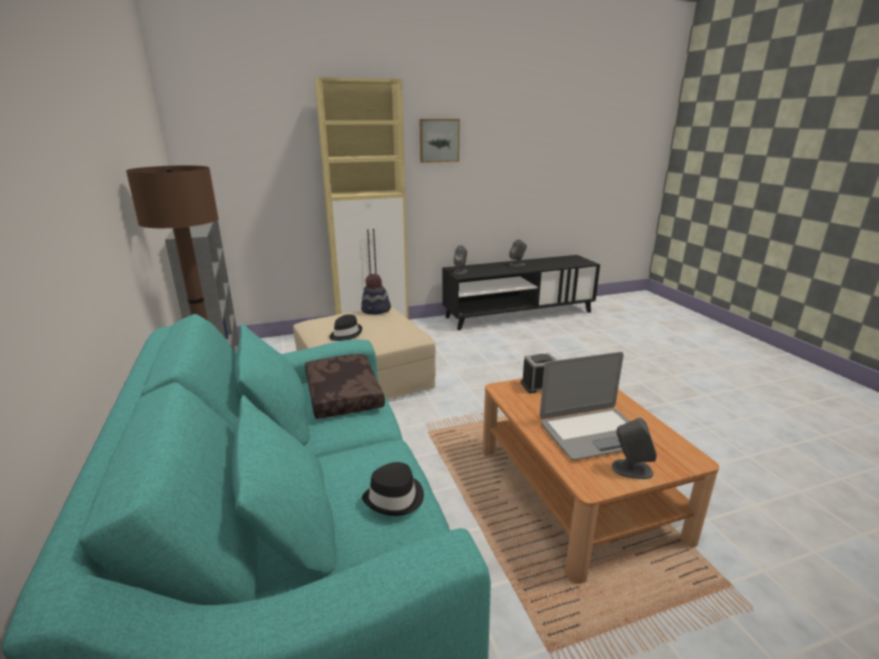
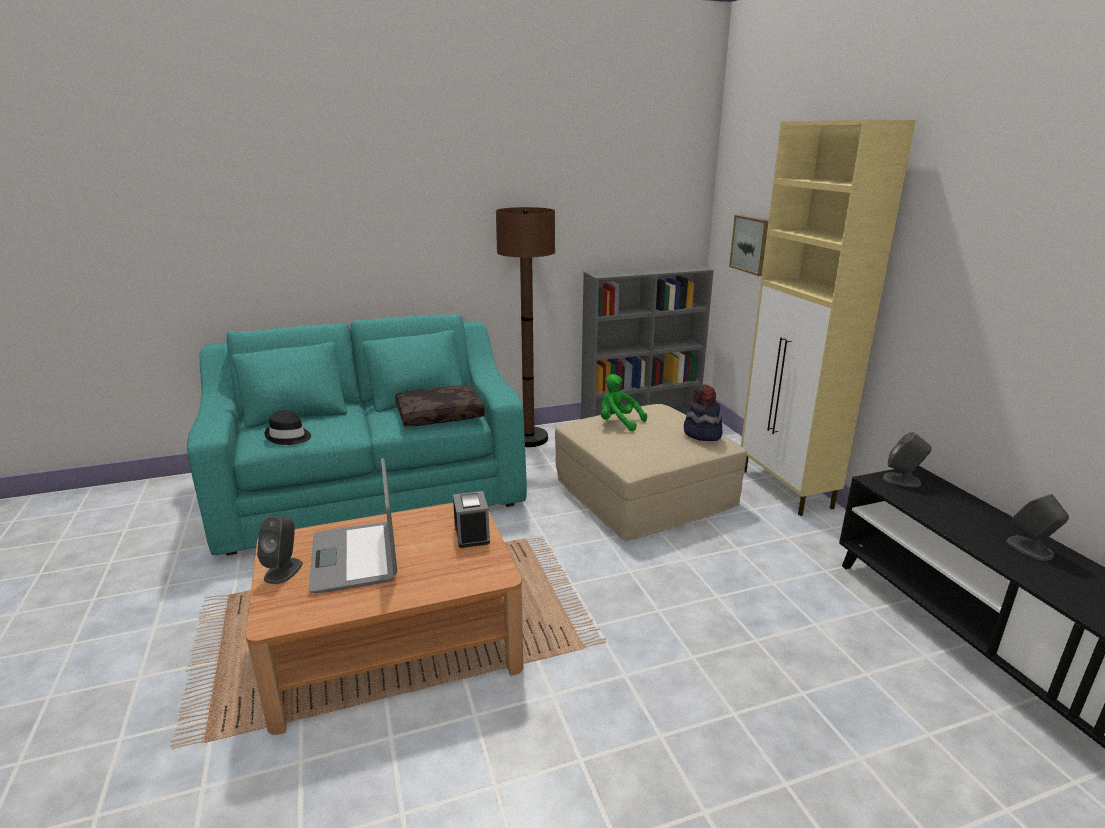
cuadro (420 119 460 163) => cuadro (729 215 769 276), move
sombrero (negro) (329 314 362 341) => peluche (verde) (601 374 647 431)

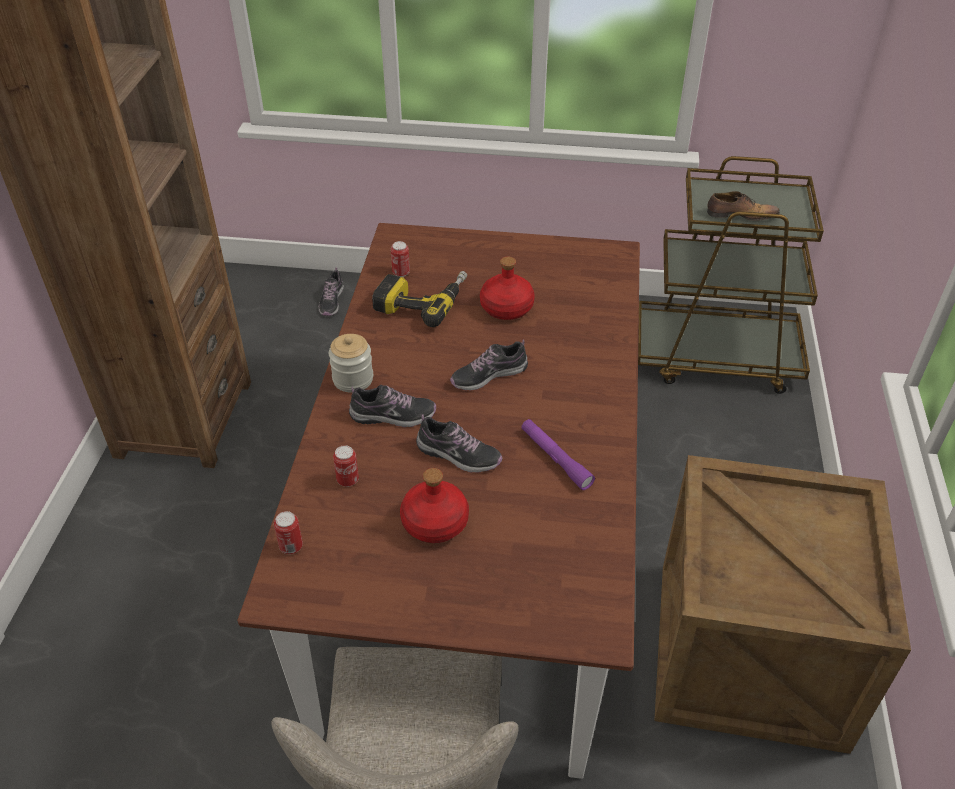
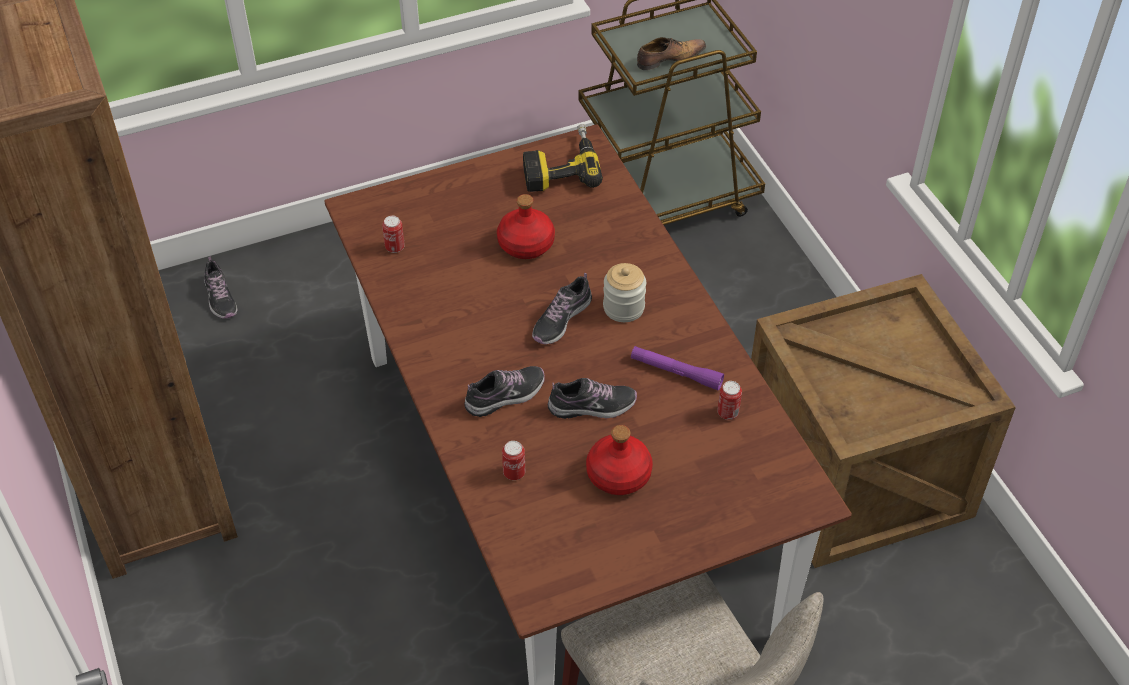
lata (274 511 303 554) => lata (717 381 742 420), move
tarro (329 334 373 393) => tarro (603 263 646 322), move
taladro (372 271 467 327) => taladro (523 124 603 192), move

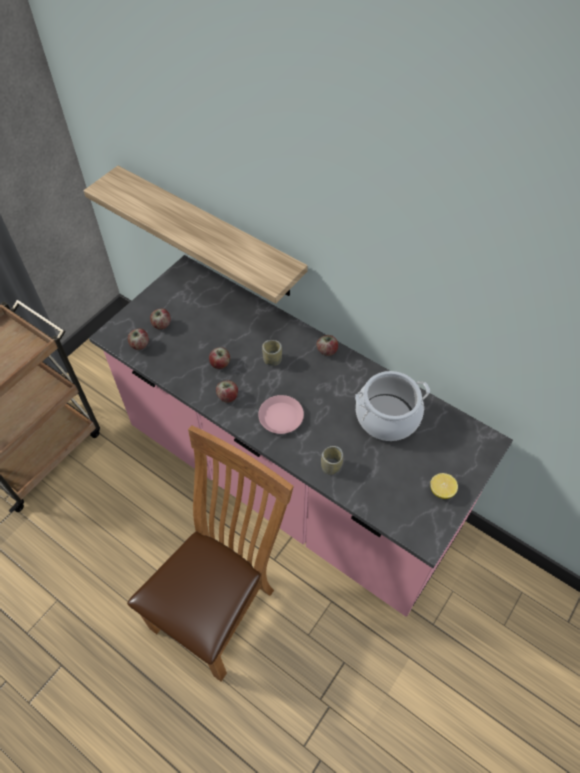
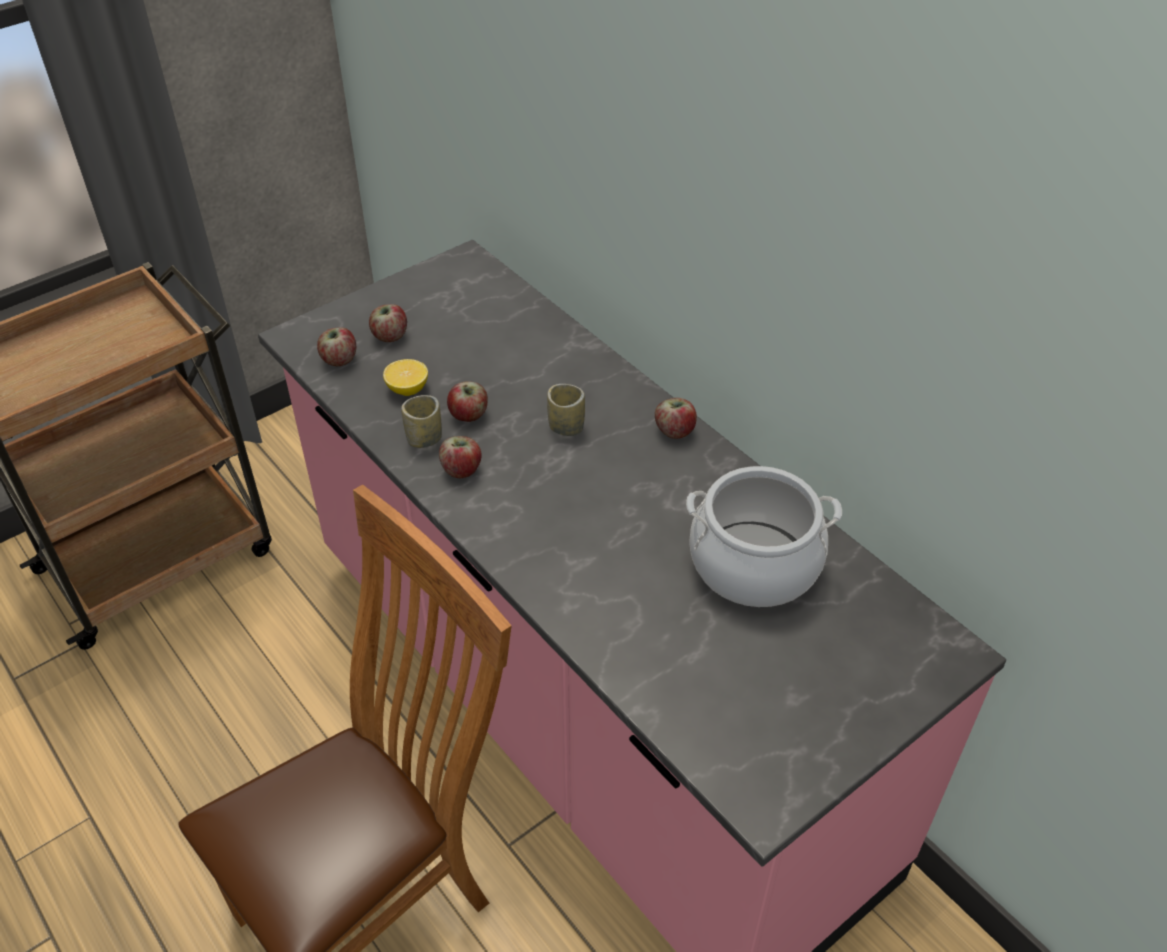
estante (84 166 308 304) => nothing
plato (rosa) (258 395 304 434) => nothing
taza (321 446 343 475) => taza (401 395 442 448), move
limón (430 473 458 499) => limón (383 359 428 396), move

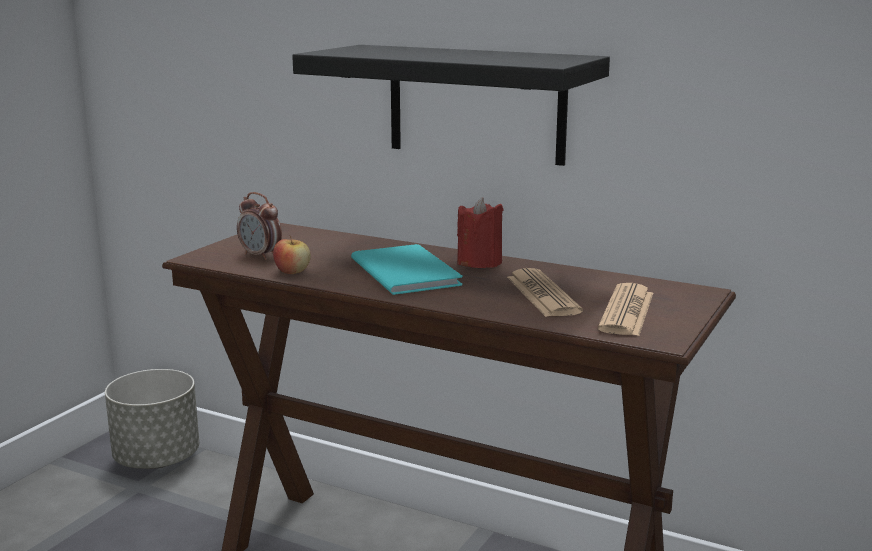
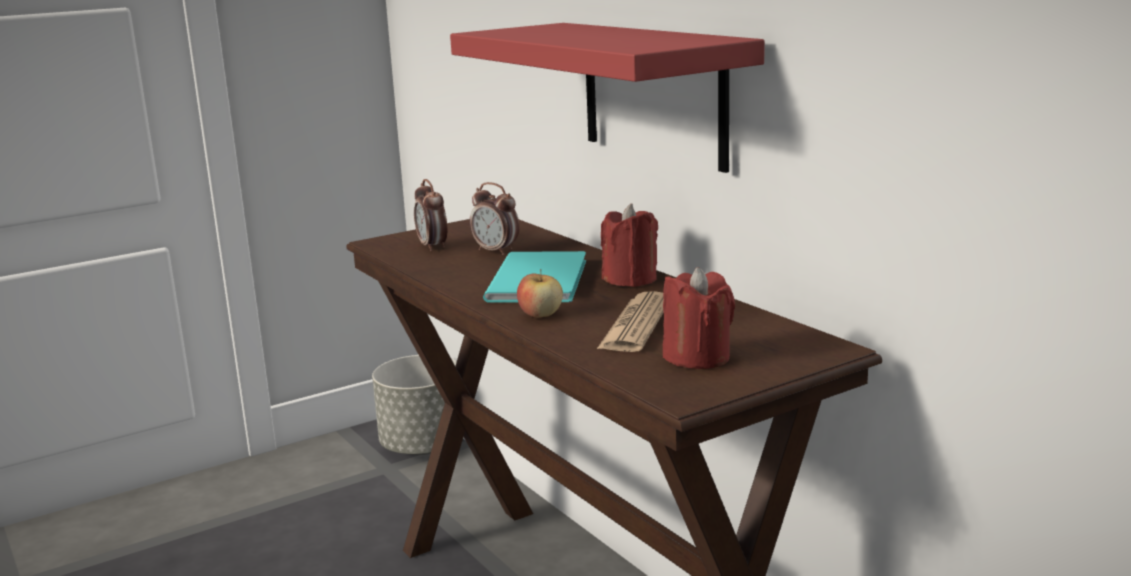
nothing => despertador (470 182 520 255)
manzana (273 235 311 274) => manzana (517 269 563 318), move
periódico (598 283 653 336) => vela (rojo) (663 267 735 369)
estante (negro) (292 45 610 166) => estante (rojo) (450 23 765 173)

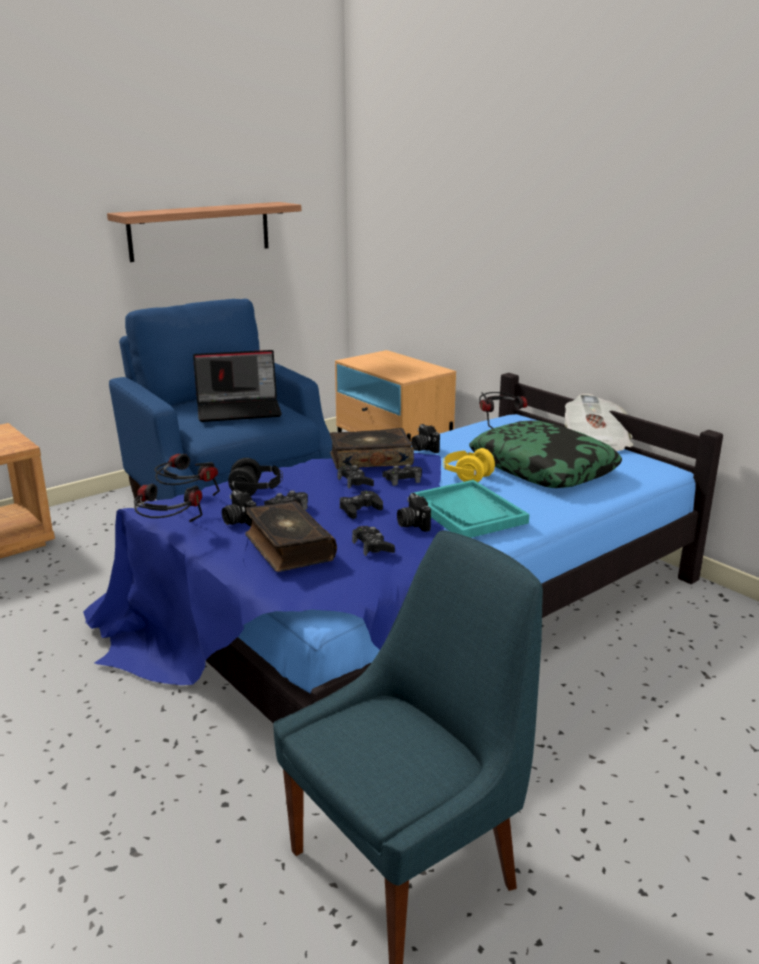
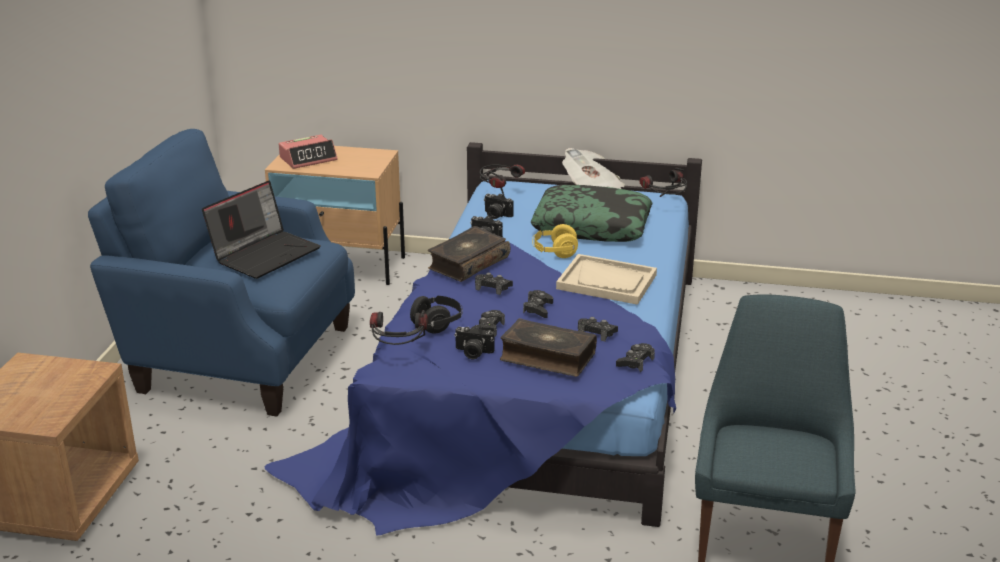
estante (107 202 302 262) => nothing
nothing => despertador (279 135 338 169)
auriculares (134 484 202 522) => auriculares (639 167 687 197), move
mando de consola (negro) (382 464 422 486) => mando de consola (negro) (616 343 655 372), move
cámara (397 493 431 532) => cámara (484 193 514 219), move
bandeja (turquesa) (410 480 529 538) => bandeja (beis) (556 254 657 305)

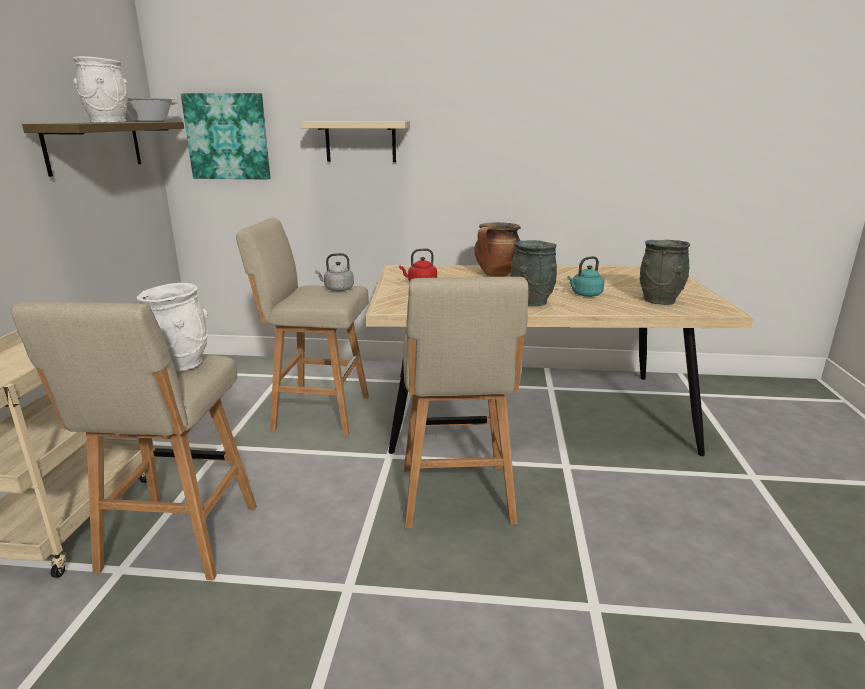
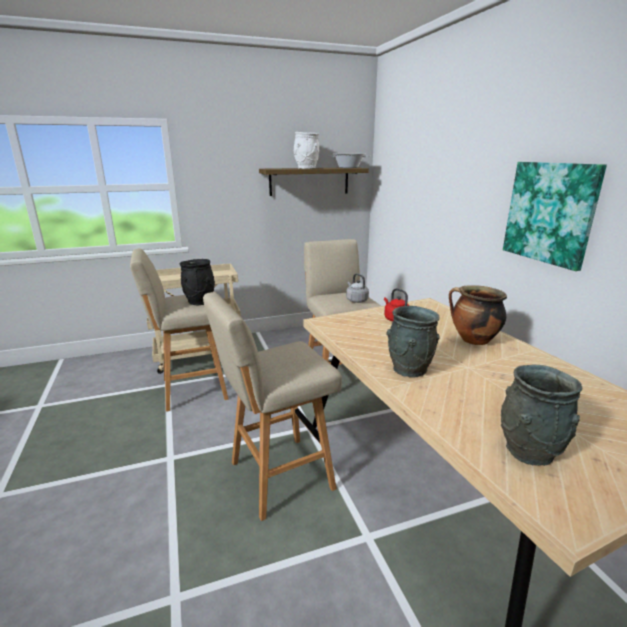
estante (beis) (301 121 410 162) => nothing
hervidor (turquesa) (567 256 604 297) => nothing
cuadro (181 93 270 180) => cuadro (503 162 607 271), move
florero (blanco) (137 283 208 372) => florero (negro) (180 259 215 306)

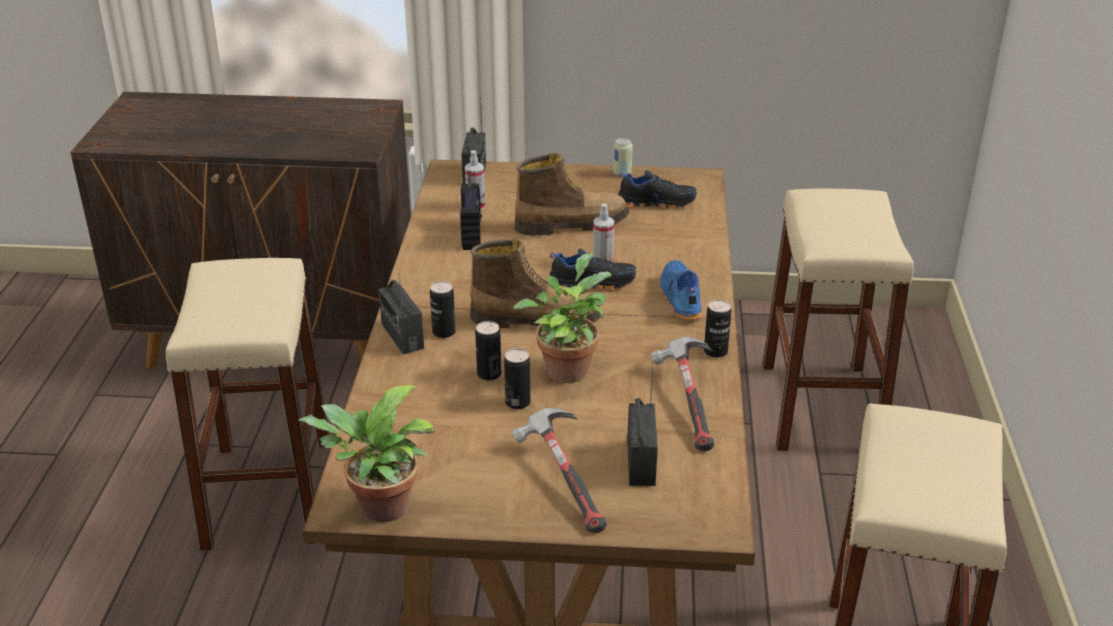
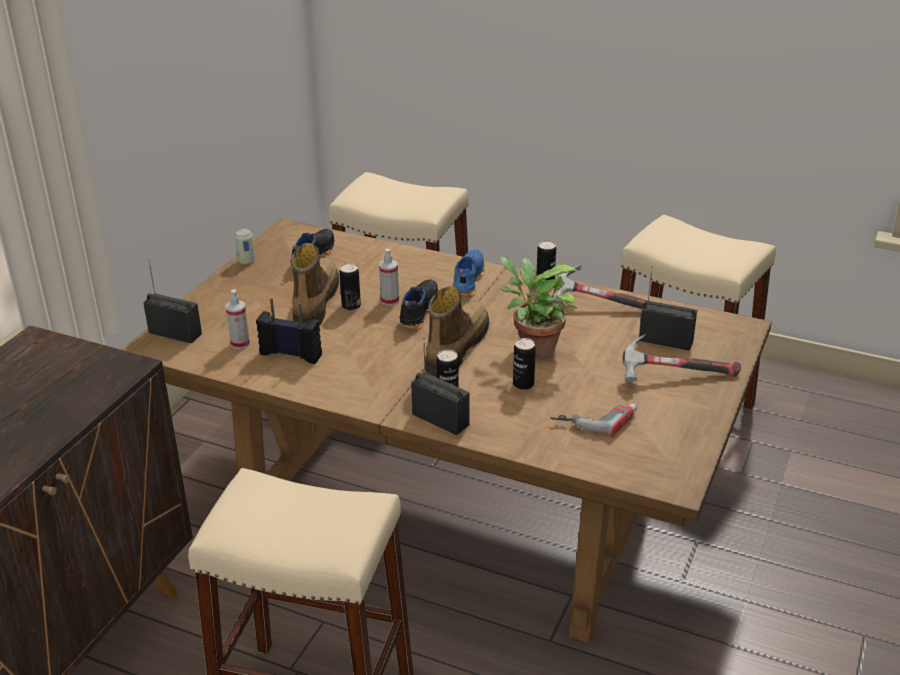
planta en maceta (298 385 436 522) => nothing
nothing => taladro (550 403 637 437)
lata (504 348 530 409) => lata (339 263 361 310), move
radio (379 274 424 354) => radio (411 337 470 435), 135 degrees counterclockwise
zapato (azul) (659 260 703 320) => zapato (azul) (453 250 485 297), 90 degrees clockwise

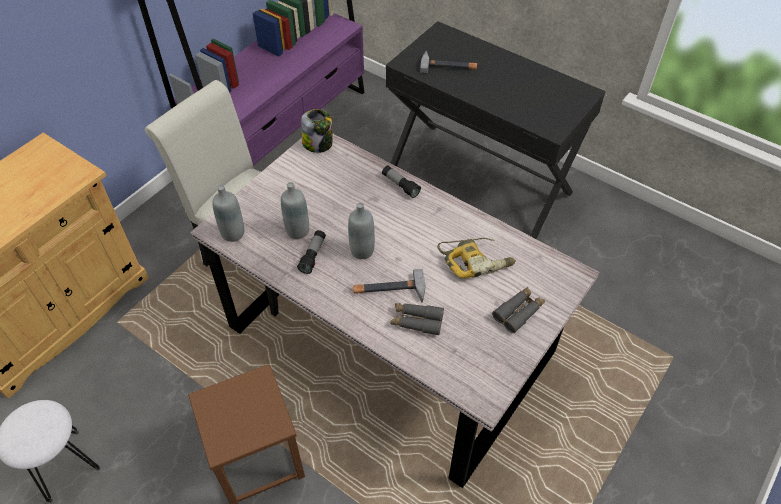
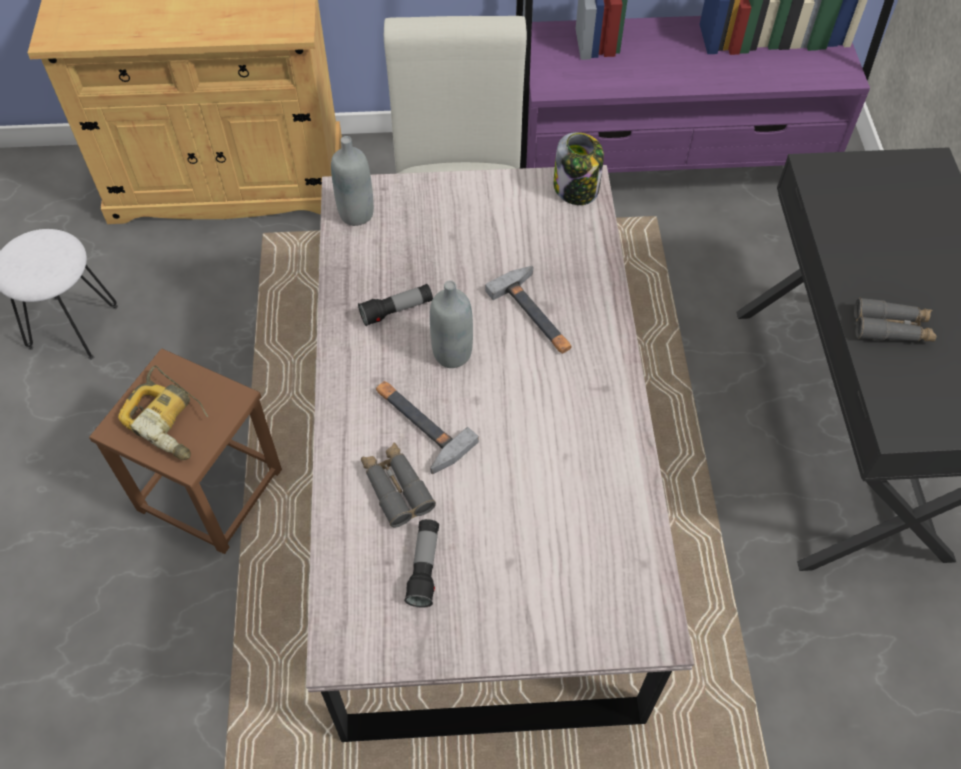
botella (gris) (281 182 309 239) => nothing
linterna (382 165 421 198) => linterna (404 519 439 608), move
martillo (420 51 477 73) => martillo (485 266 571 354), move
taladro (437 238 516 279) => taladro (118 365 209 460), move
prismáticos (gris) (492 287 545 333) => prismáticos (gris) (854 297 937 342), move

